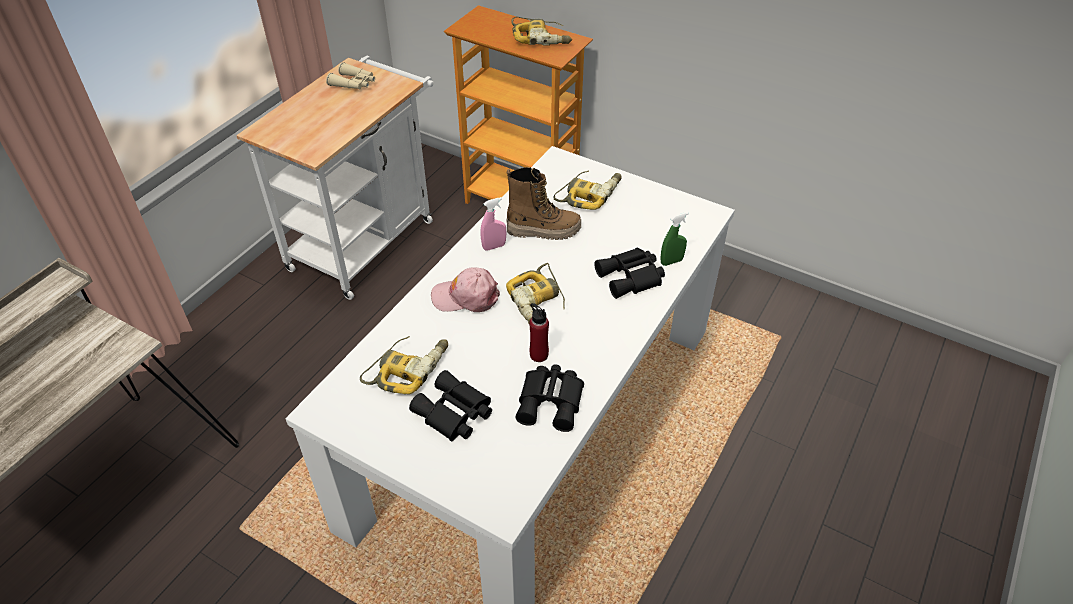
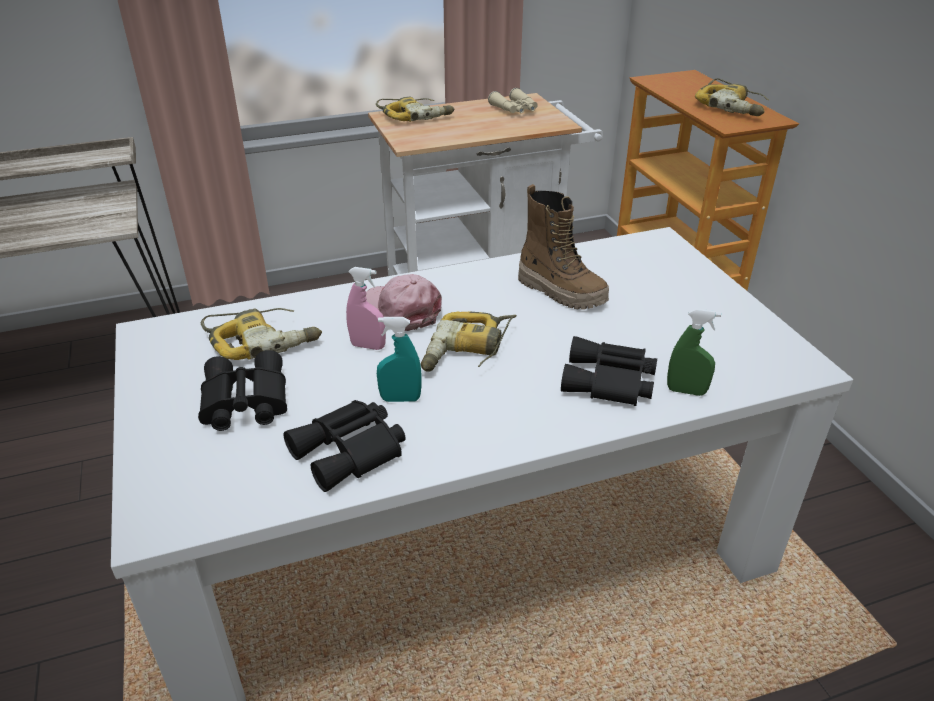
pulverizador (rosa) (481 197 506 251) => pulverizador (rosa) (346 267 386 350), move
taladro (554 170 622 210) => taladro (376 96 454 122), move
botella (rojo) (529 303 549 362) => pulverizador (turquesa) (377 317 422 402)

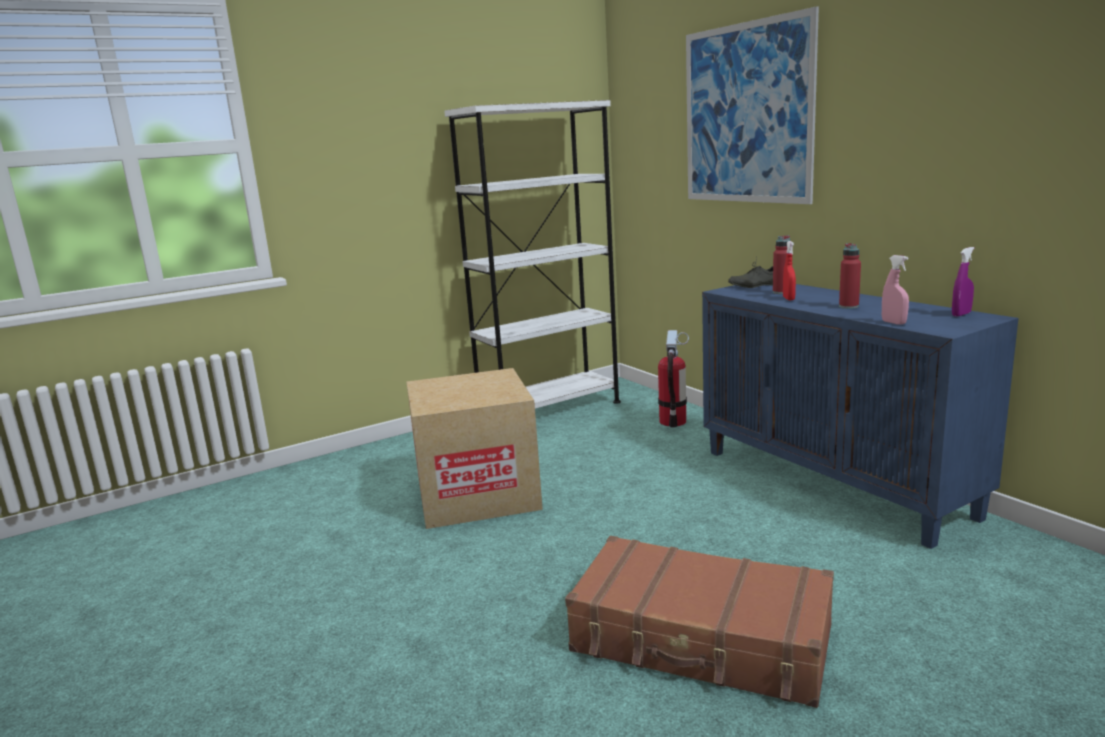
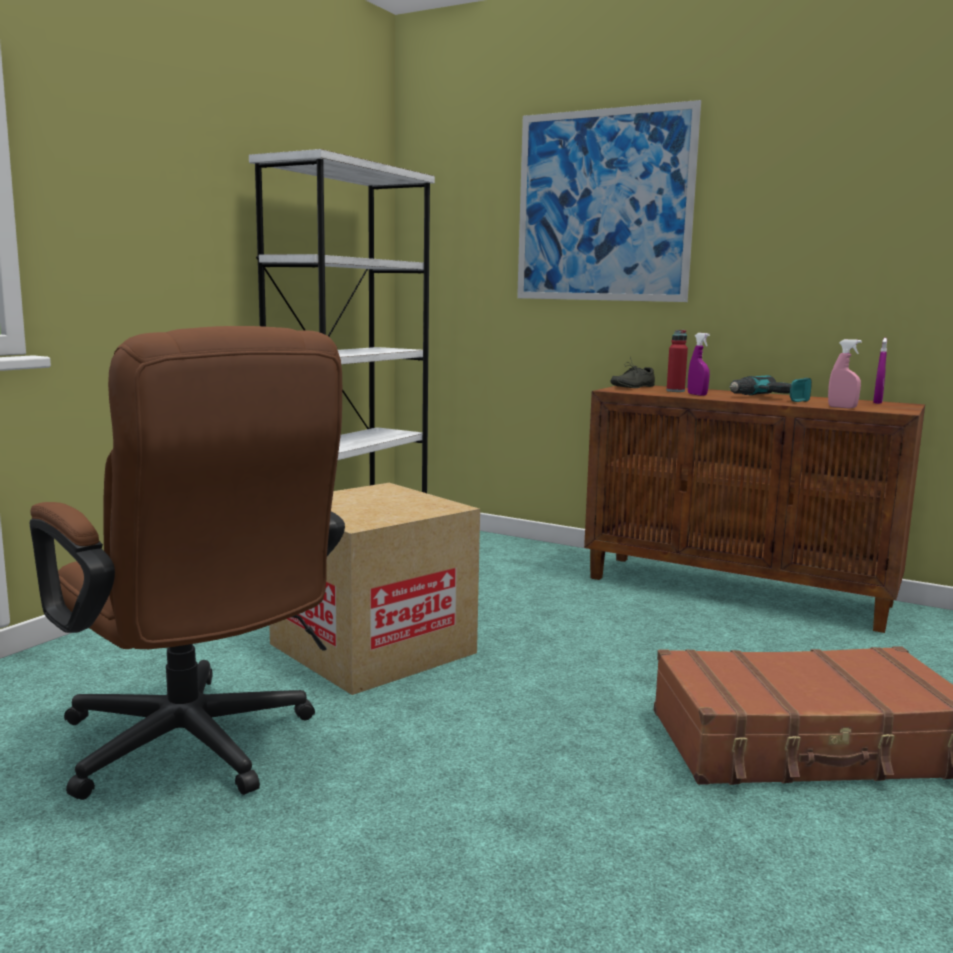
extintor (658 330 689 428) => nothing
nothing => silla de oficina (marrón) (30 326 345 800)
botella (rojo) (839 243 861 309) => taladro (729 375 812 402)
armario (azul) (702 284 1019 549) => armario (marrón) (584 386 925 633)
pulverizador (rojo) (783 241 796 300) => pulverizador (morado) (688 333 710 396)

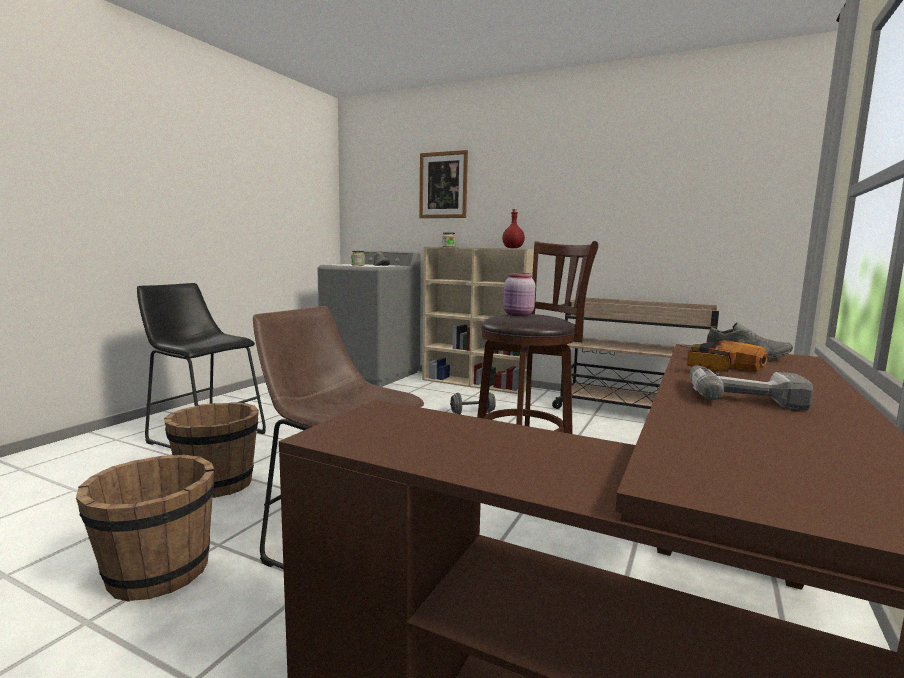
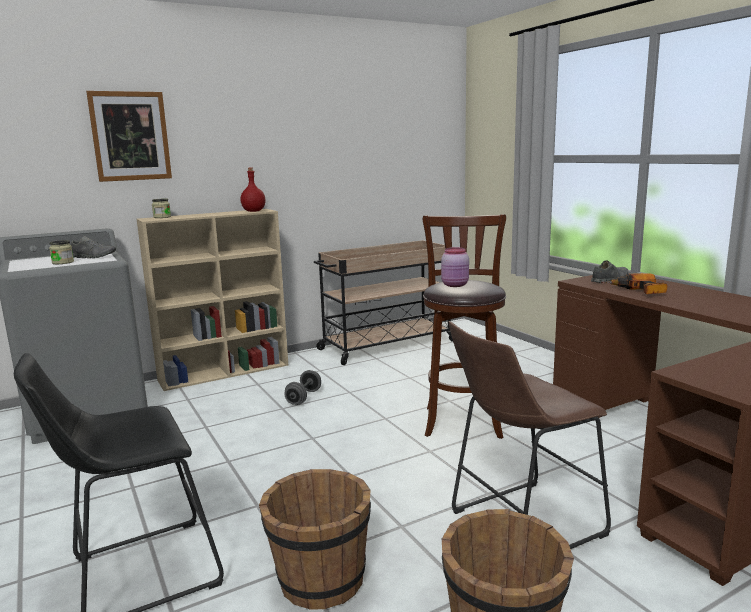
taladro (690 365 813 410) => nothing

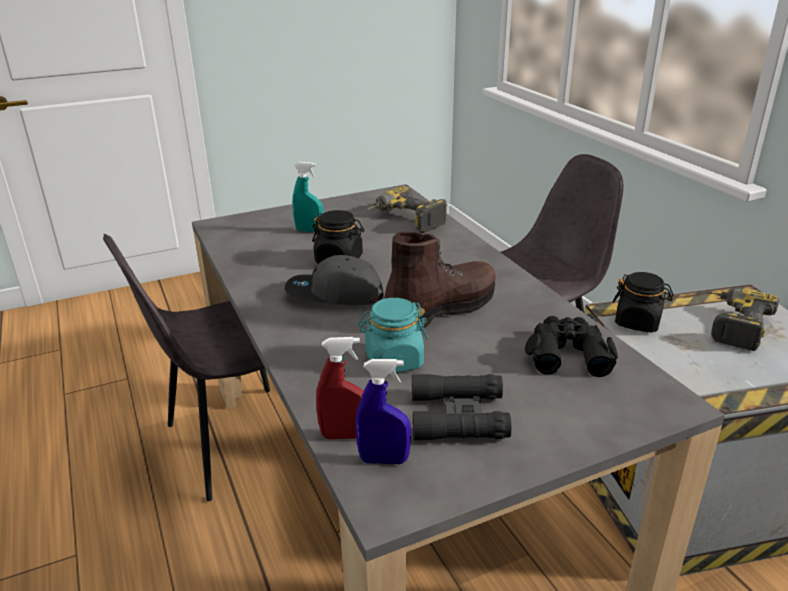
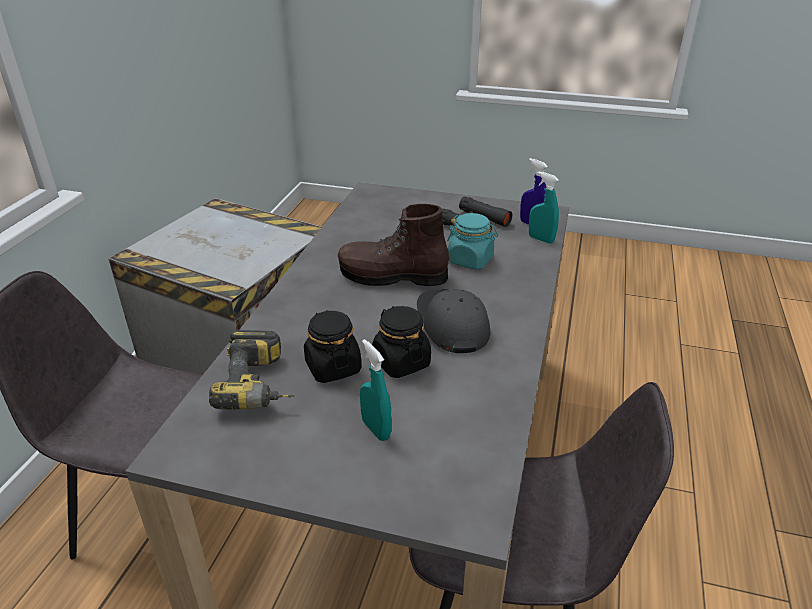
prismáticos (negro) (525 316 618 377) => nothing
taladro (708 288 779 351) => nothing
tarro (negro) (613 272 673 332) => tarro (negro) (304 310 362 383), move
pulverizador (rojo) (316 337 364 439) => pulverizador (turquesa) (529 171 559 244)
gorra (gris) (285 255 383 305) => gorra (gris) (417 289 490 353), 150 degrees counterclockwise

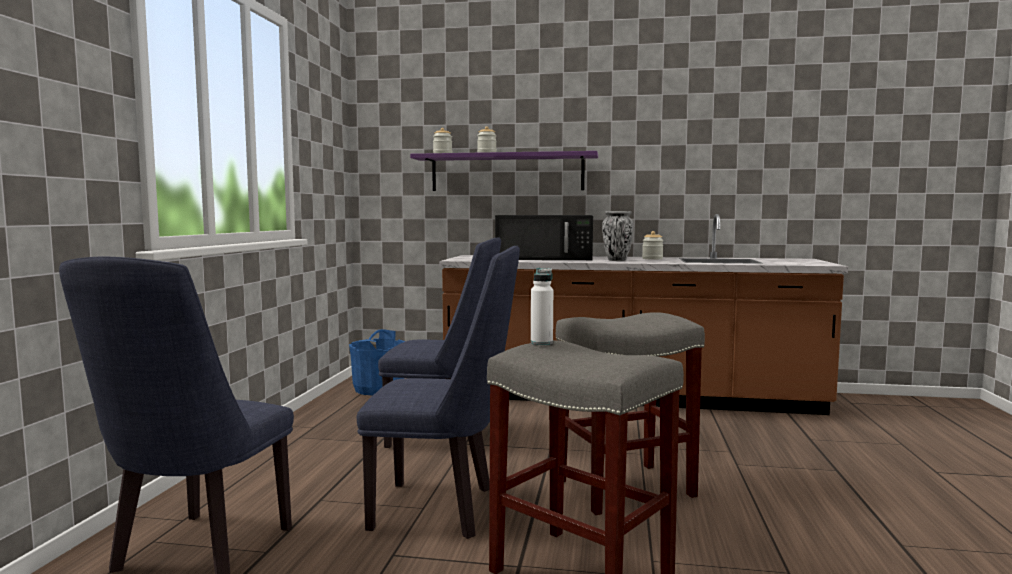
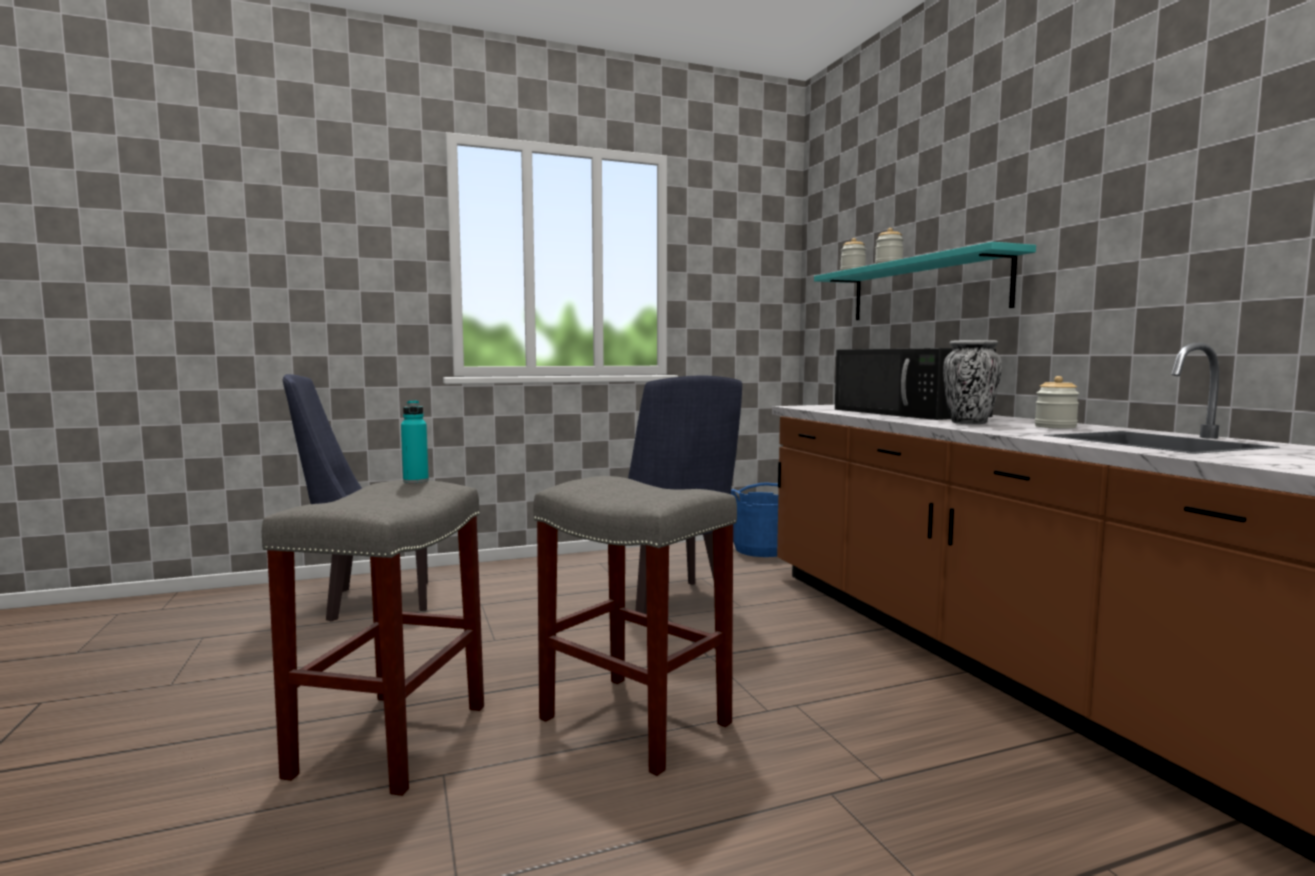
silla (azul) (357 246 520 539) => nothing
estante (morado) (410 151 598 191) => estante (turquesa) (814 242 1036 320)
botella (blanco) (531 268 553 345) => botella (turquesa) (401 400 429 483)

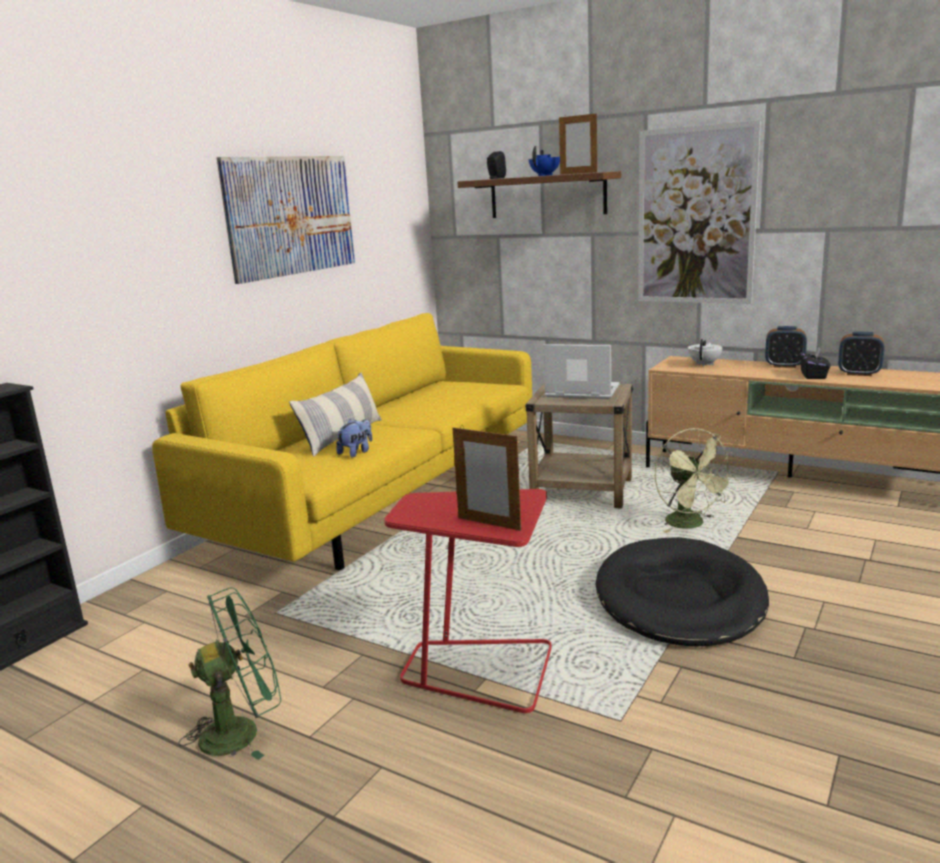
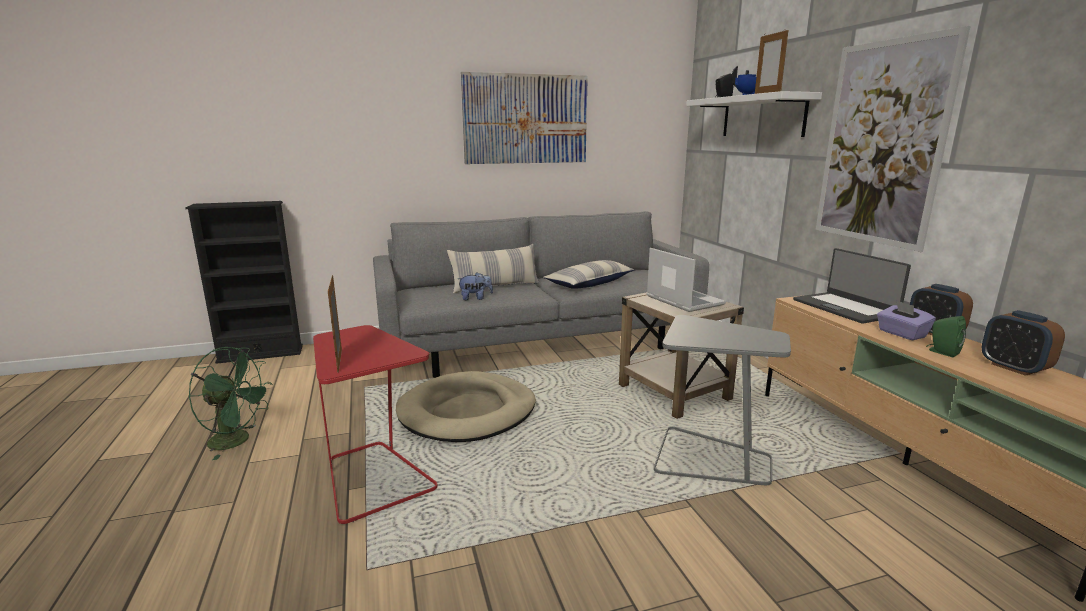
cama para perro (negro) (596 537 769 647) => nothing
nothing => cama para perro (beis) (396 371 536 442)
nothing => cojín (543 260 635 289)
nothing => caja de pañuelos (morado) (877 301 936 340)
ventilador (verde) (655 428 736 533) => mesa auxiliar (gris) (654 315 791 485)
tetera (blanco) (688 339 723 366) => portátil (793 248 911 324)
caja de pañuelos (negro) (800 347 830 379) => altavoz (verde) (926 316 966 357)
sofá (amarillo) (152 313 532 570) => sofá (gris) (373 211 709 378)
estante (marrón) (457 171 621 218) => estante (blanco) (687 91 822 137)

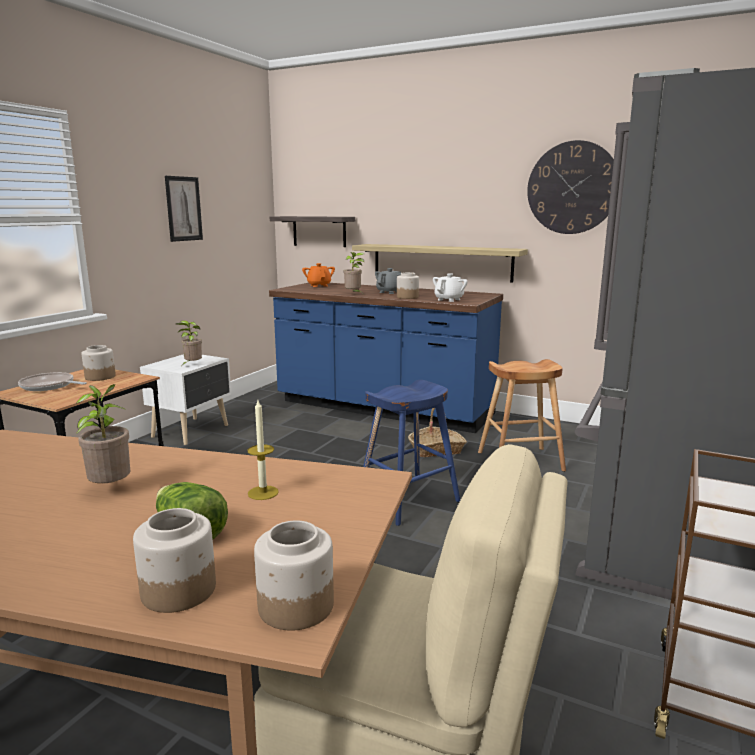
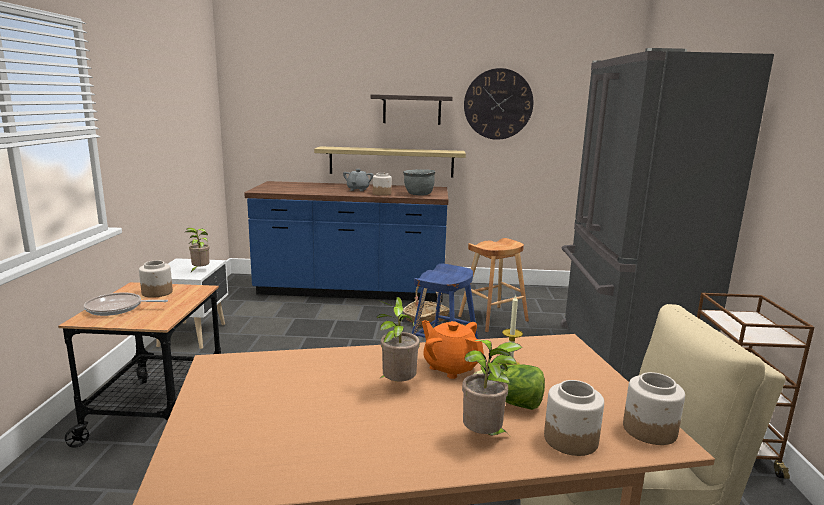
cuadro (165 176 203 242) => nothing
estante (270 216 355 247) => estante (370 94 453 125), move
tetera (naranja) (302 263 335 287) => tetera (naranja) (422 320 484 379), move
planta en maceta (344 252 364 295) => planta en maceta (462 340 522 436), move
tetera (blanco) (433 273 468 302) => olla (gris) (403 169 436 195)

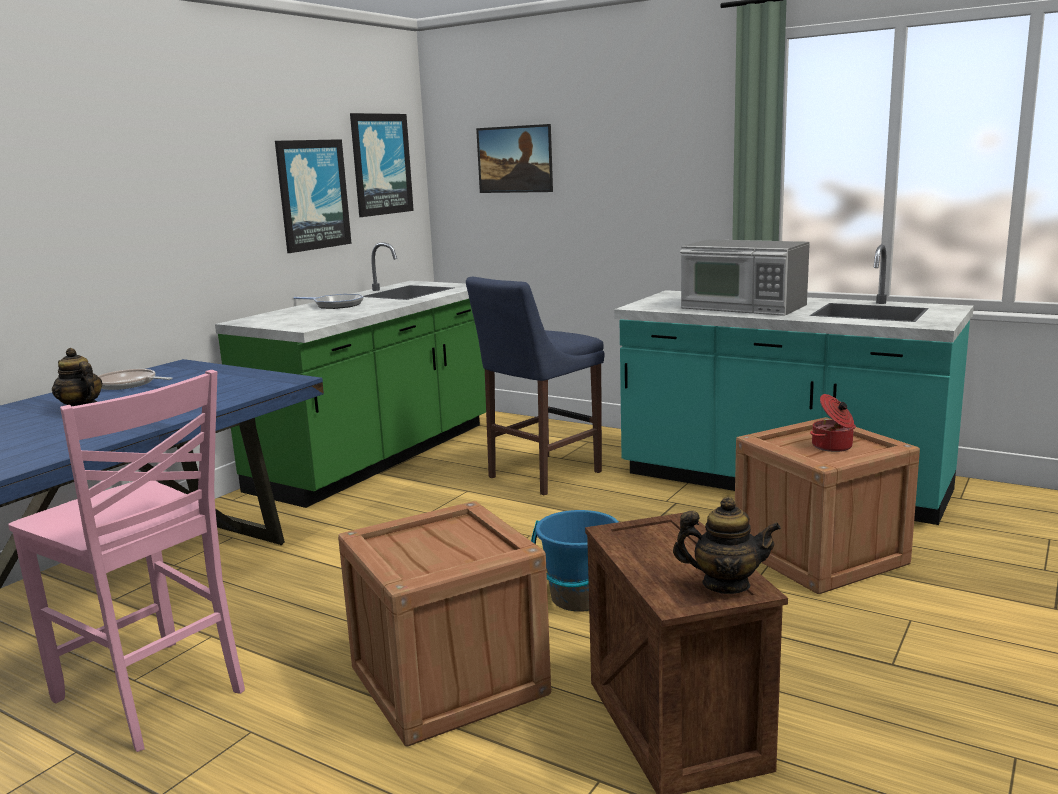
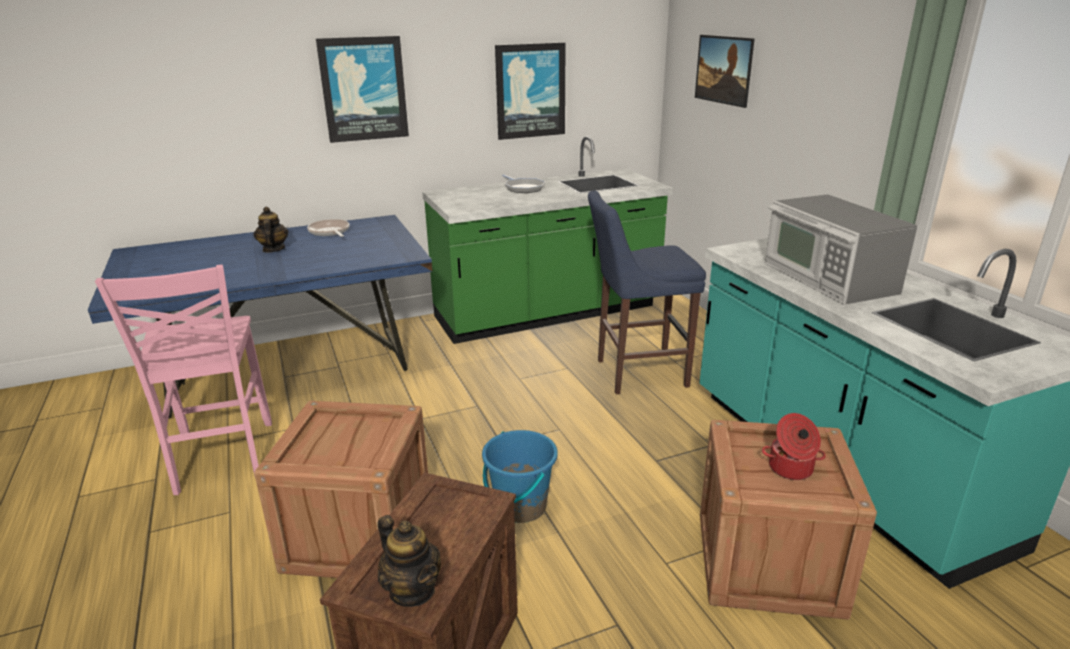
cuadro (350 113 414 217) => cuadro (316 36 409 143), move

